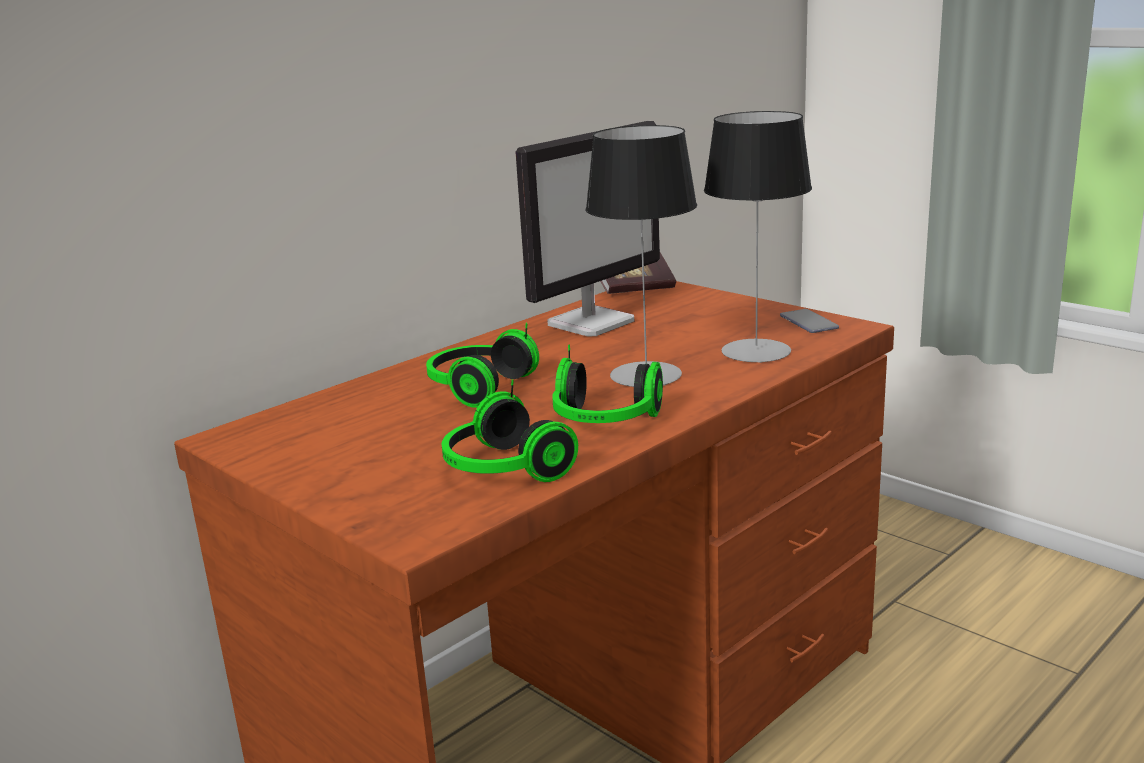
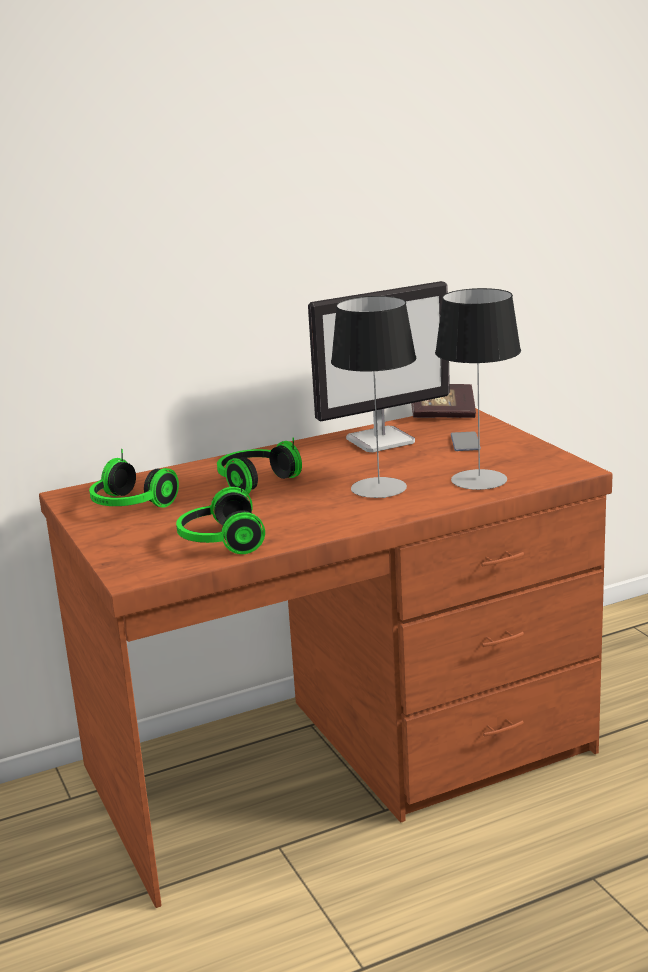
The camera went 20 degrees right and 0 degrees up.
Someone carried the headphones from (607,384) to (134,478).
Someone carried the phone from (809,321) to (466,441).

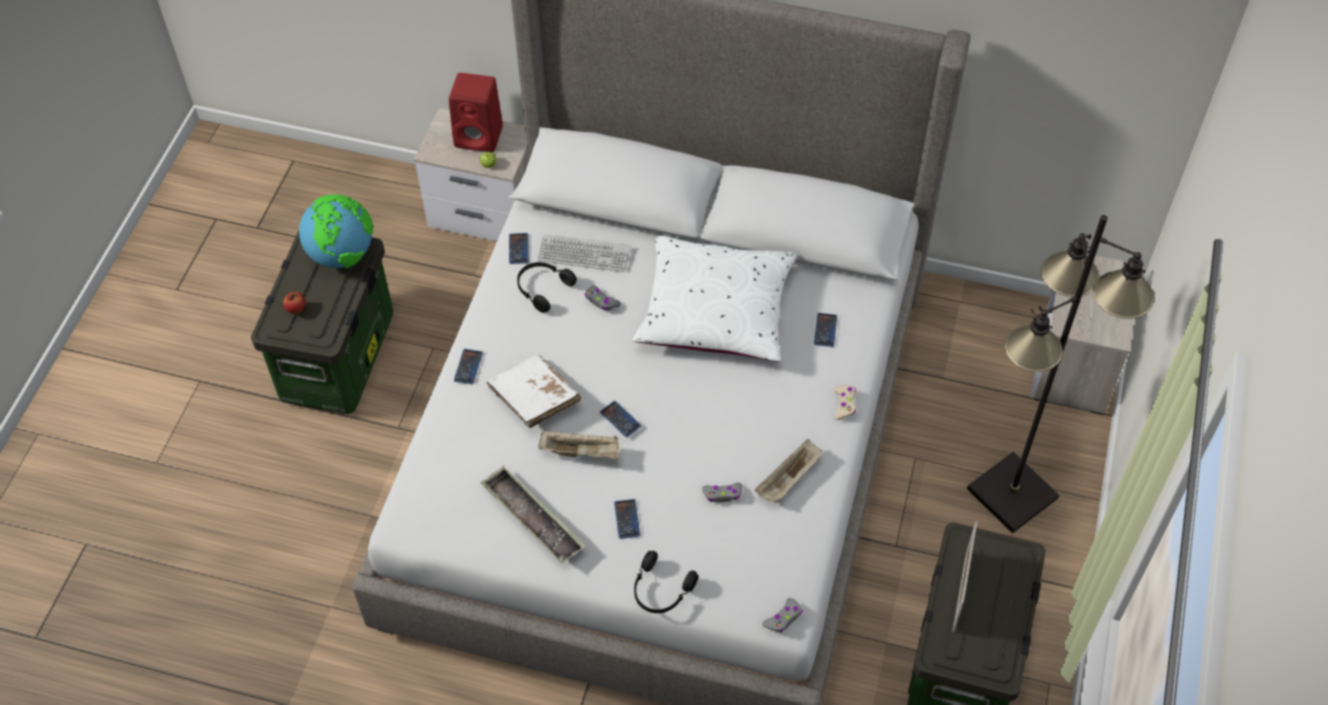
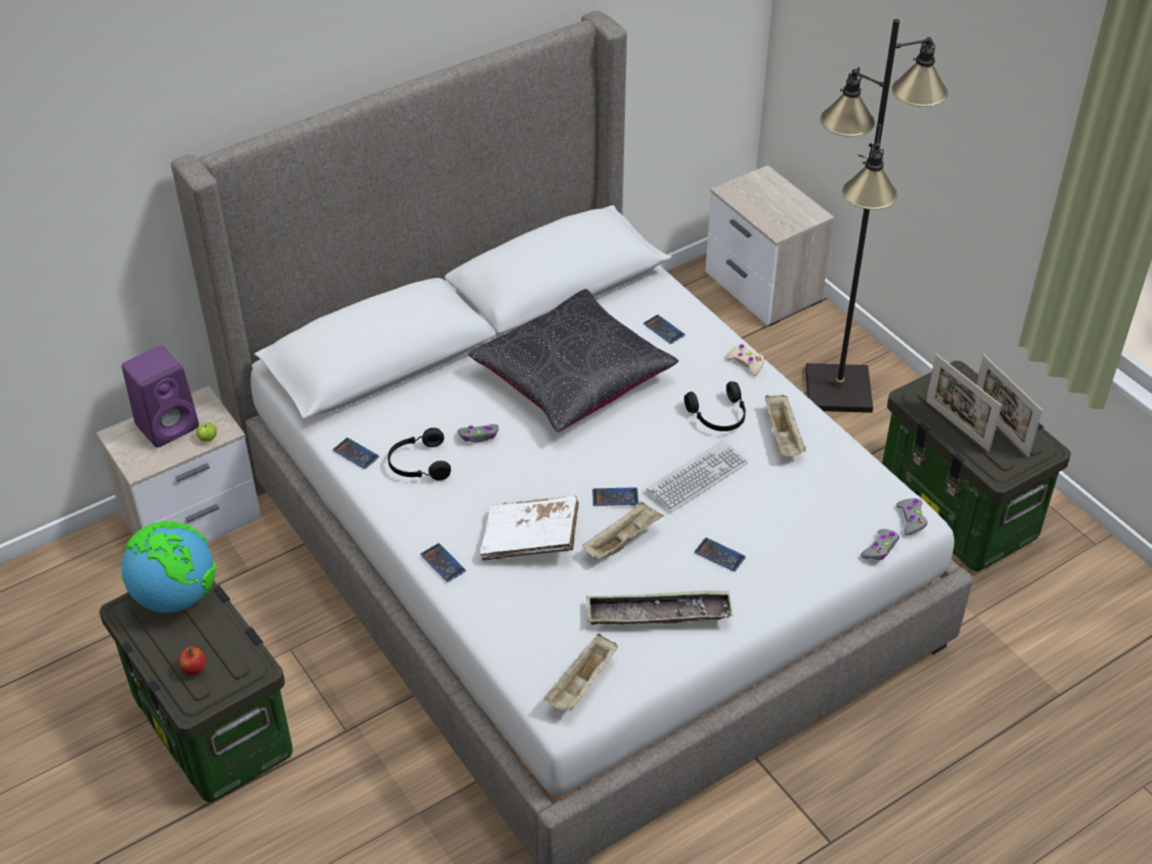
The camera went 50 degrees left and 10 degrees down.
Someone put down the beige tray at (581,672).
Someone put down the picture frame at (1009,406).
Someone carried the keyboard from (584,253) to (697,476).
Someone carried the black headphones from (666,582) to (715,406).
Someone carried the grey game controller from (722,492) to (880,544).
Someone repainted the red speaker at (476,112), which became the purple speaker at (160,397).
Someone repainted the white pillow at (714,298), which became the black pillow at (573,360).

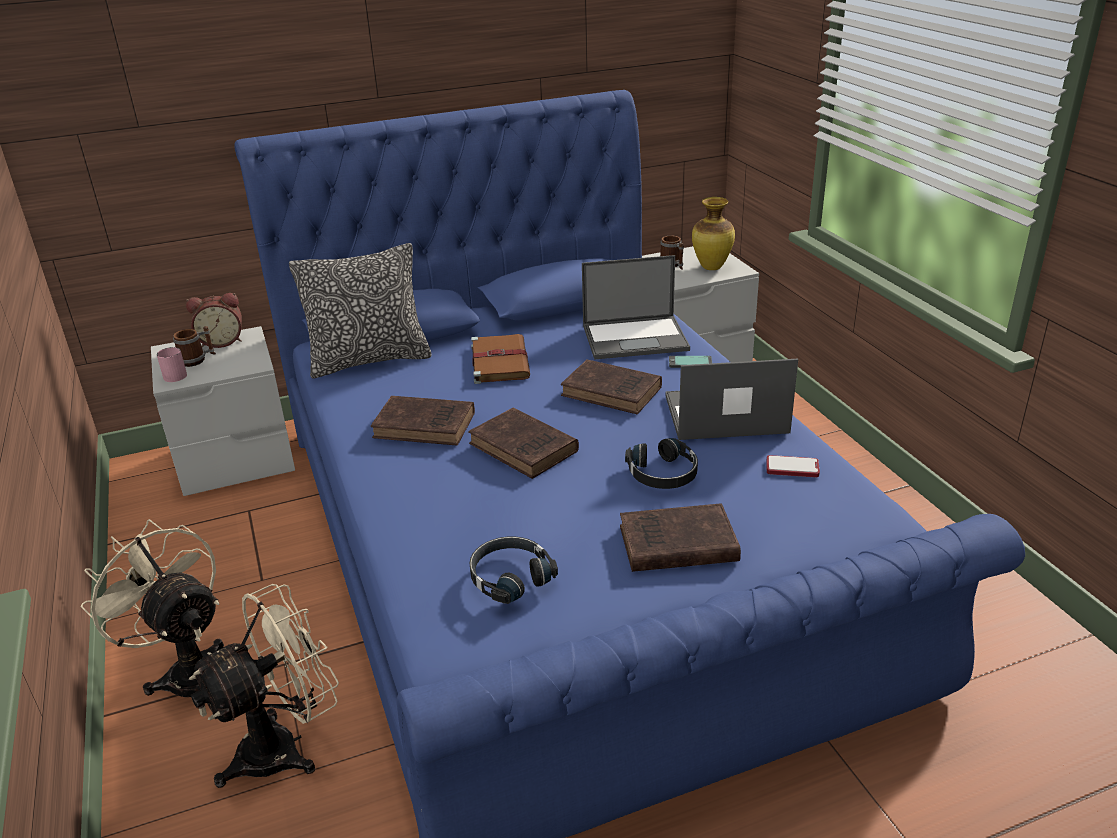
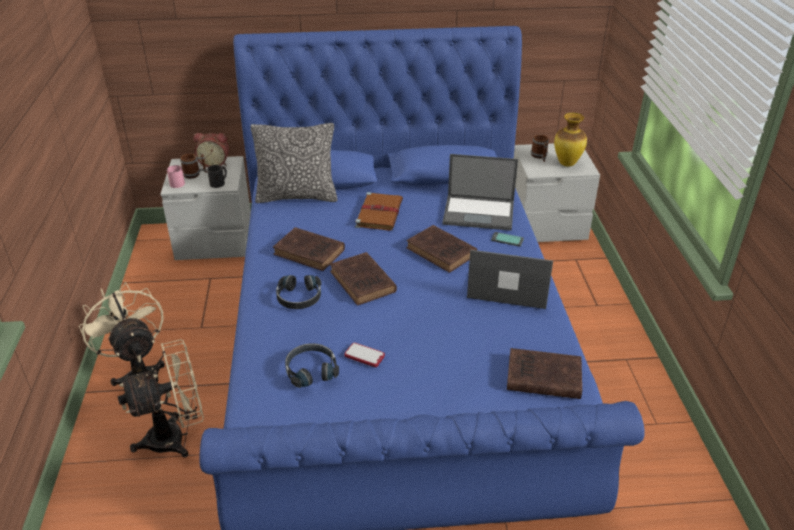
The camera went 15 degrees right and 5 degrees up.
Someone put down the black mug at (217,176).
Someone carried the brown book from (680,537) to (544,373).
Someone carried the black headphones from (661,463) to (299,292).
Someone carried the phone from (793,466) to (364,355).

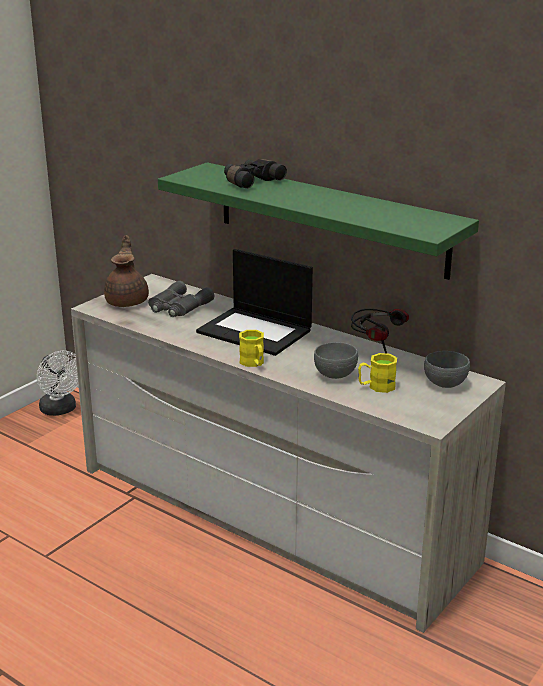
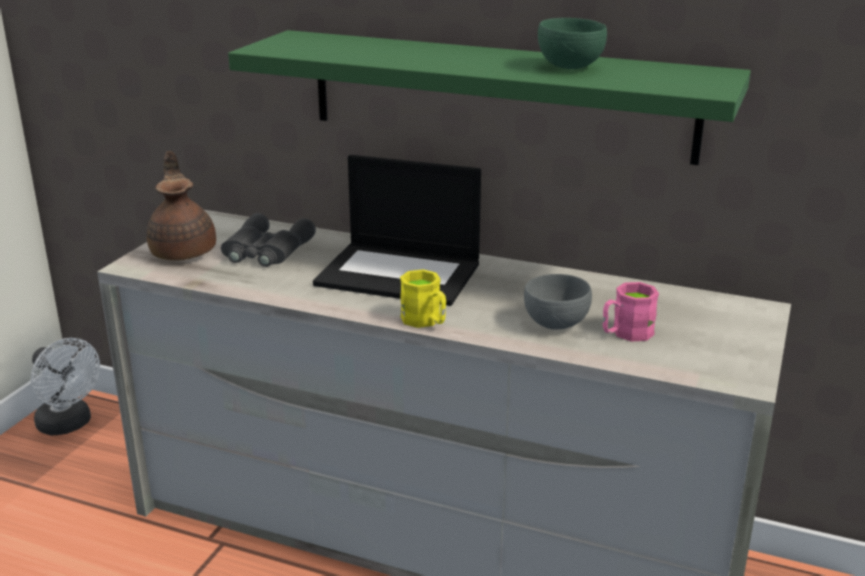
The camera went 15 degrees left and 0 degrees up.
Someone took away the black binoculars at (255,174).
Someone took away the headphones at (380,331).
Someone took away the grey bowl at (447,369).
Someone put down the green bowl at (572,43).
Someone repainted the yellow mug at (377,373), which became the pink mug at (631,312).

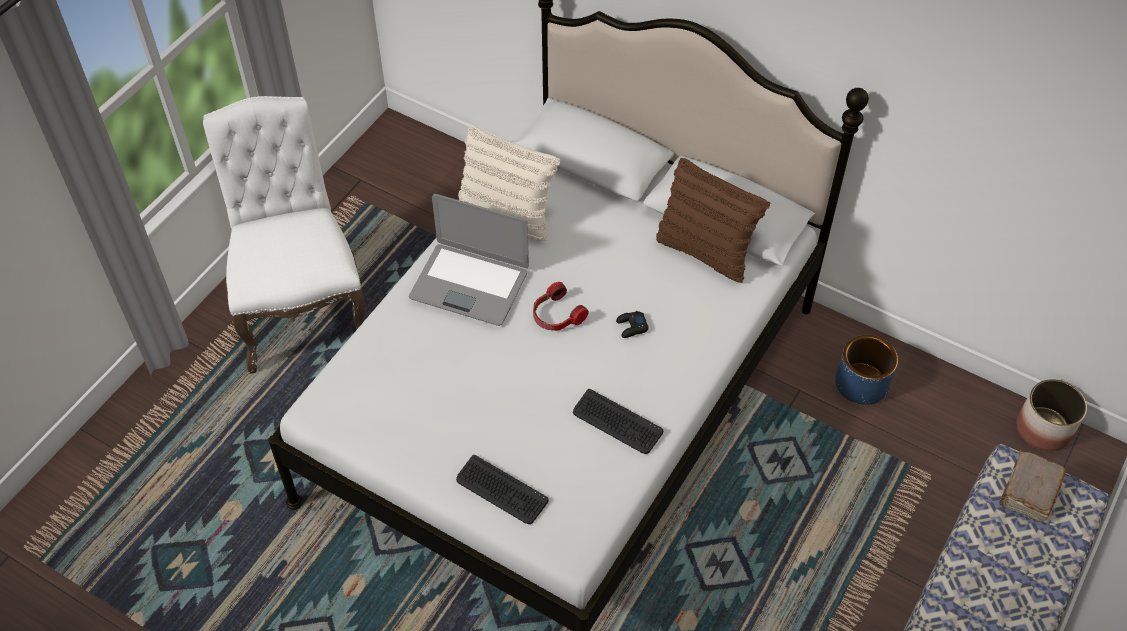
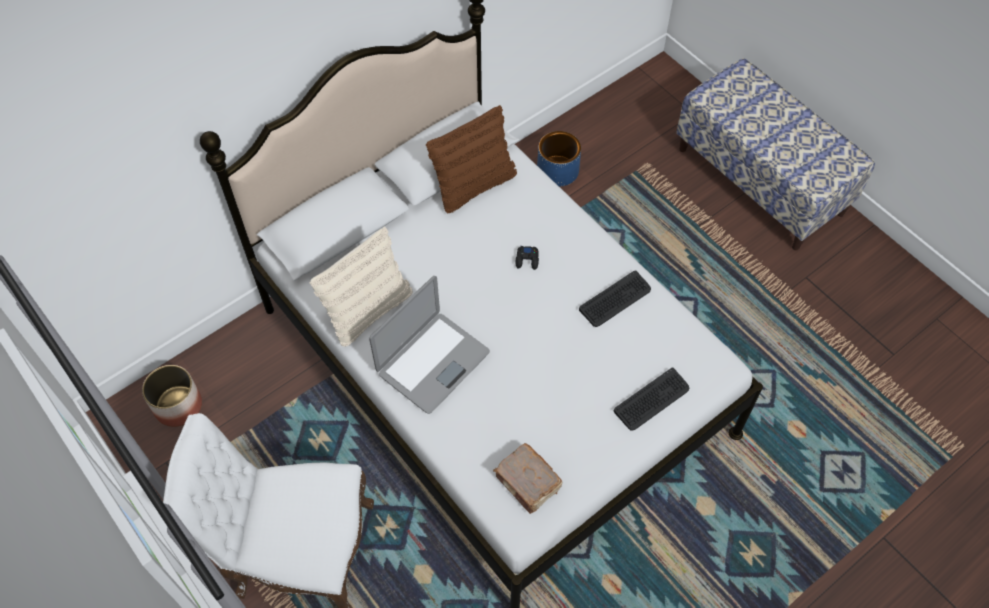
The camera went 70 degrees left and 5 degrees up.
Someone took away the headphones at (561,306).
Someone carried the brown book from (1032,486) to (527,478).
Someone carried the planter from (1052,415) to (172,396).

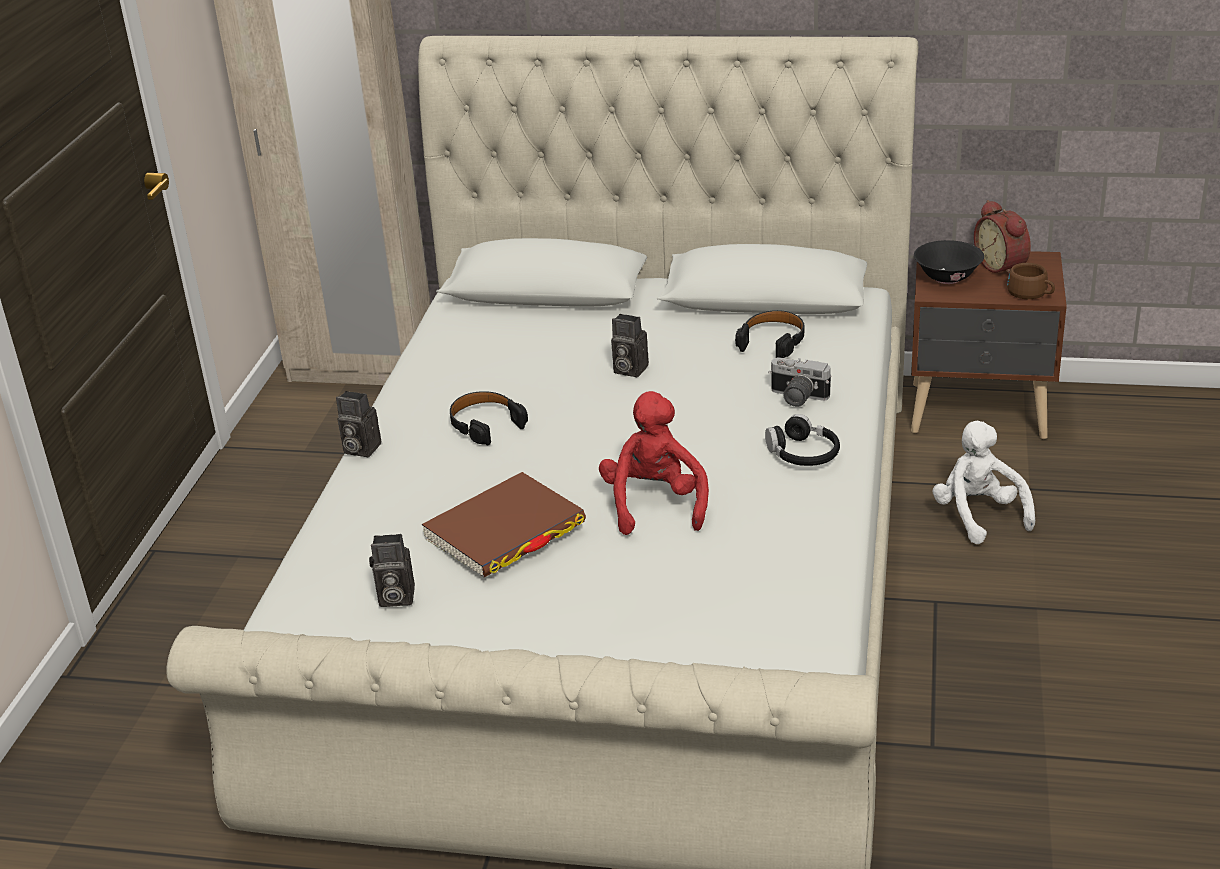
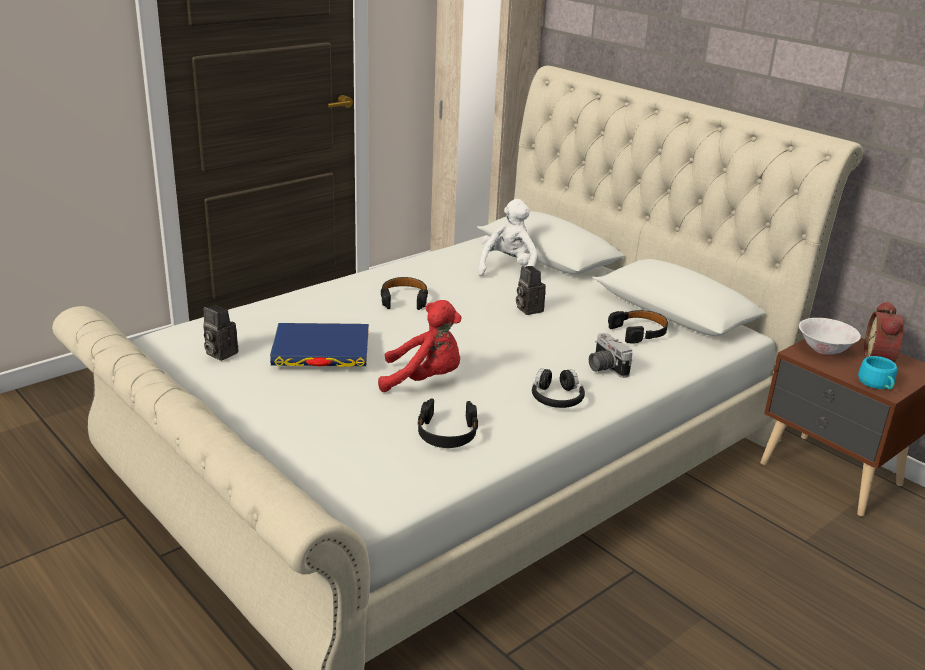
The camera went 35 degrees right and 5 degrees down.
Someone took away the photo camera at (358,424).
Someone put down the black headphones at (447,423).
Someone carried the white plush toy from (983,482) to (507,239).
Someone repainted the brown book at (504,524), which became the blue book at (319,345).
Someone repainted the black bowl at (949,262), which became the white bowl at (830,336).
Someone repainted the brown cup at (1031,281), which became the turquoise cup at (877,372).
Someone rotated the red plush toy at (654,463) by 60 degrees clockwise.

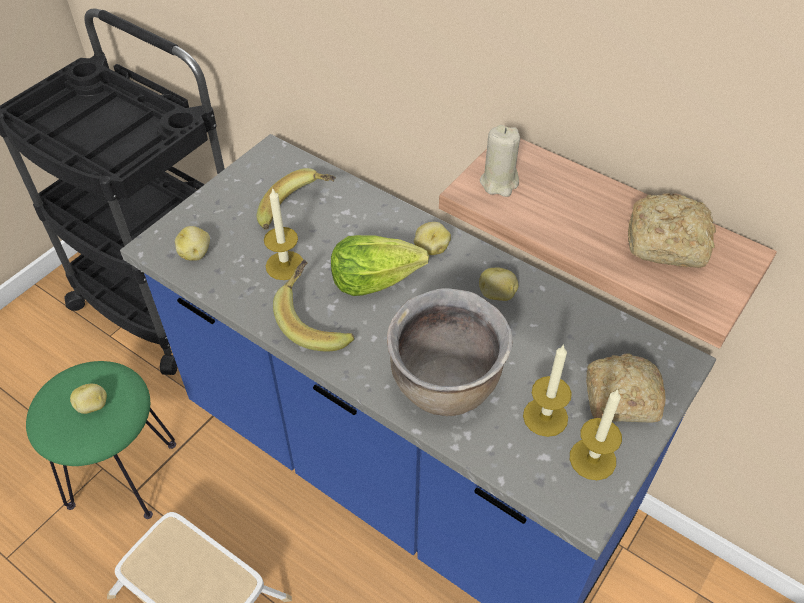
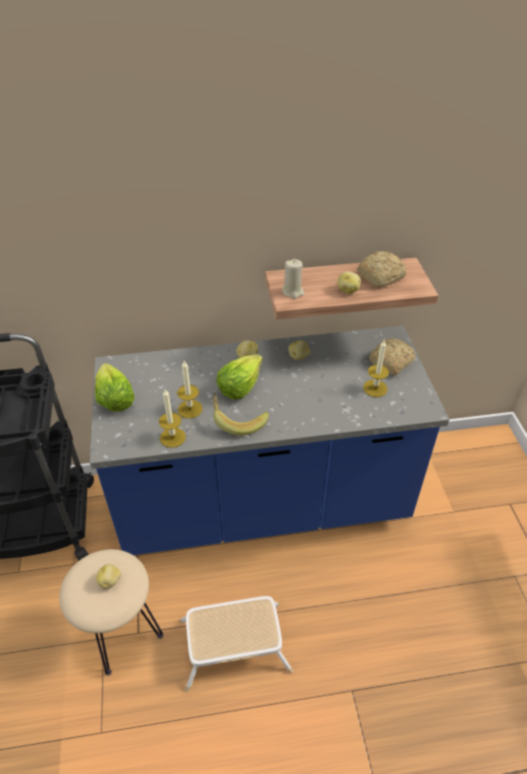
The camera went 45 degrees left and 5 degrees down.
Someone took away the banana at (296,199).
Someone took away the brown cooking pot at (450,352).
Someone put down the lettuce at (115,387).
Someone carried the potato from (192,243) to (349,282).
Someone carried the candle from (596,434) to (172,418).
Someone repainted the green stool at (101,440), which became the beige stool at (111,612).

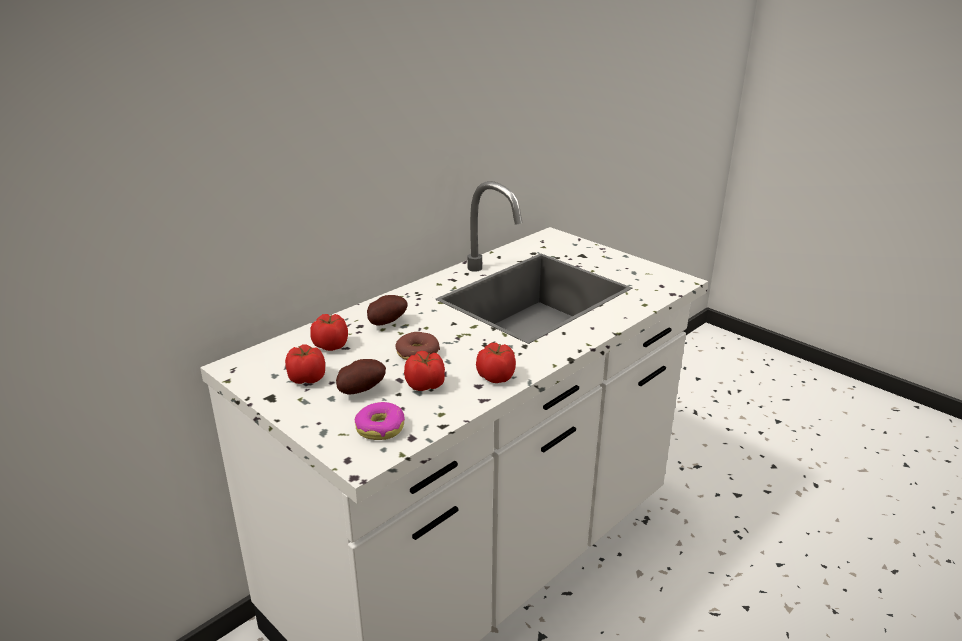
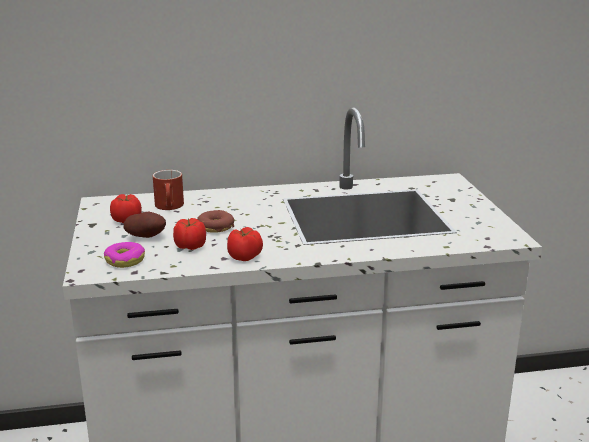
The camera went 35 degrees right and 5 degrees down.
Someone took away the potato at (387,310).
Someone swapped the tomato at (329,332) for the red mug at (168,190).

